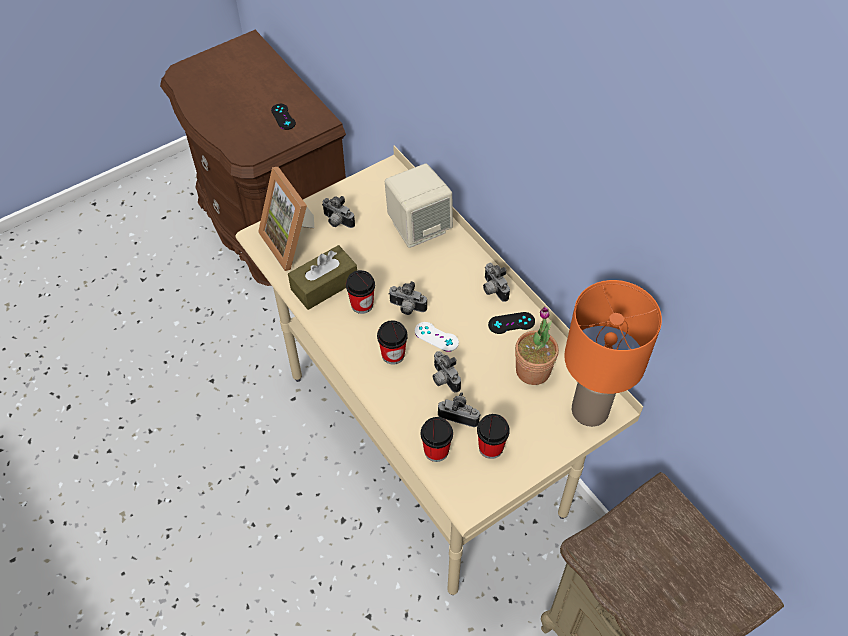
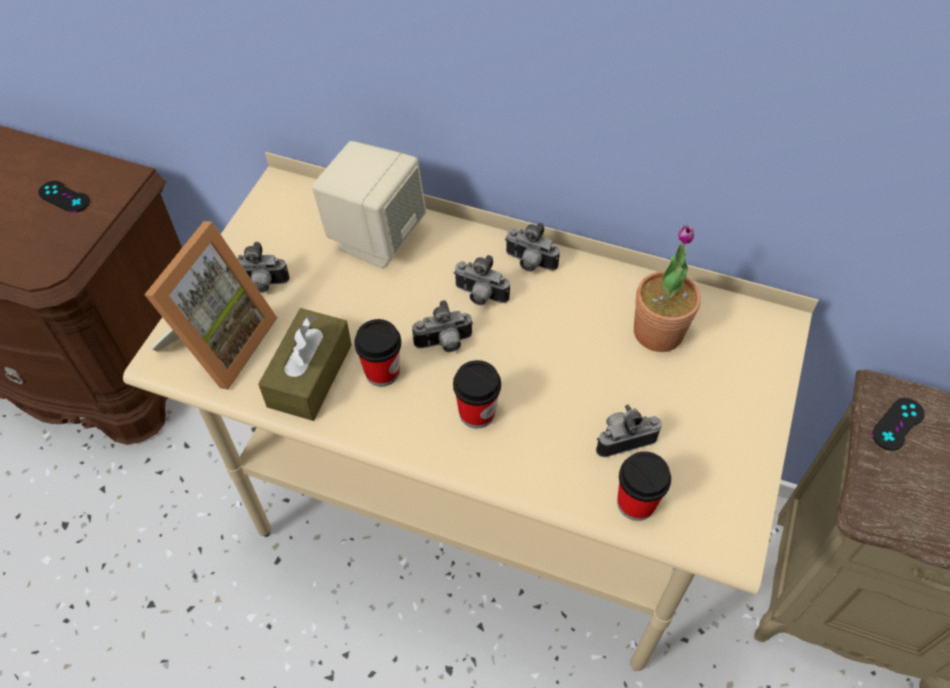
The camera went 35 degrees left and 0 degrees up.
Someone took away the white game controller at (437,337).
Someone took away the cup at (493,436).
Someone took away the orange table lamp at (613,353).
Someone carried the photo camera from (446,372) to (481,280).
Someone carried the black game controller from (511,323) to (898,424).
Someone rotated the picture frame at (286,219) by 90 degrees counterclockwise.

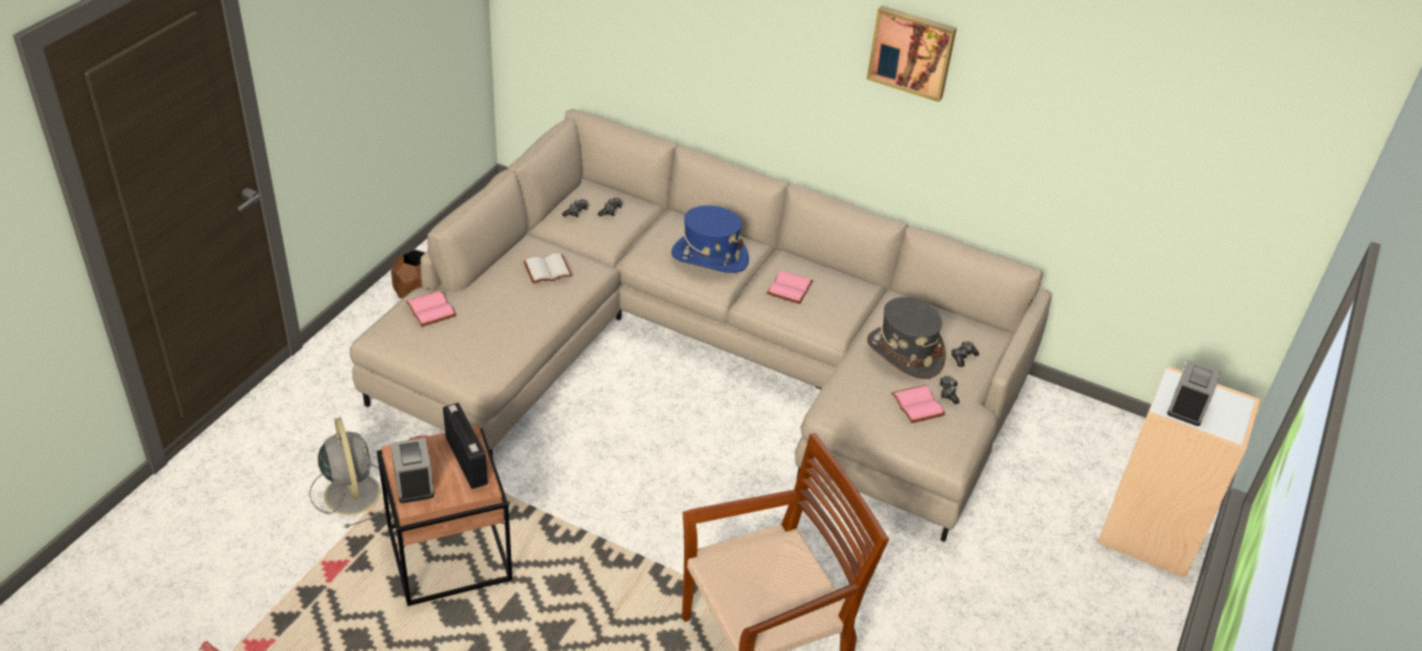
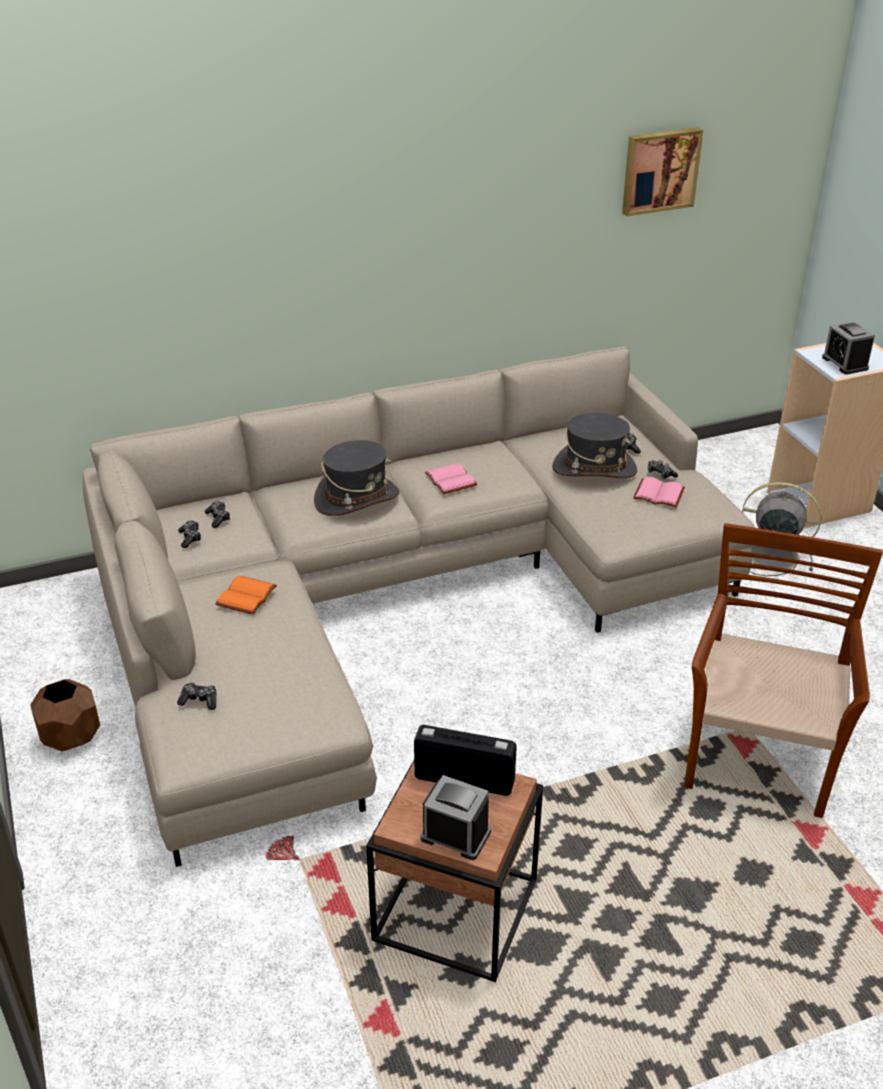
The camera went 45 degrees left and 5 degrees down.
Someone carried the grey fan from (349,472) to (781,529).
Someone carried the picture from (912,53) to (662,171).
Someone swapped the pink book at (431,309) for the game controller at (196,696).
Someone repainted the white book at (547,268), which became the orange book at (246,595).
Someone repainted the blue hat at (710,239), which became the grey hat at (356,478).

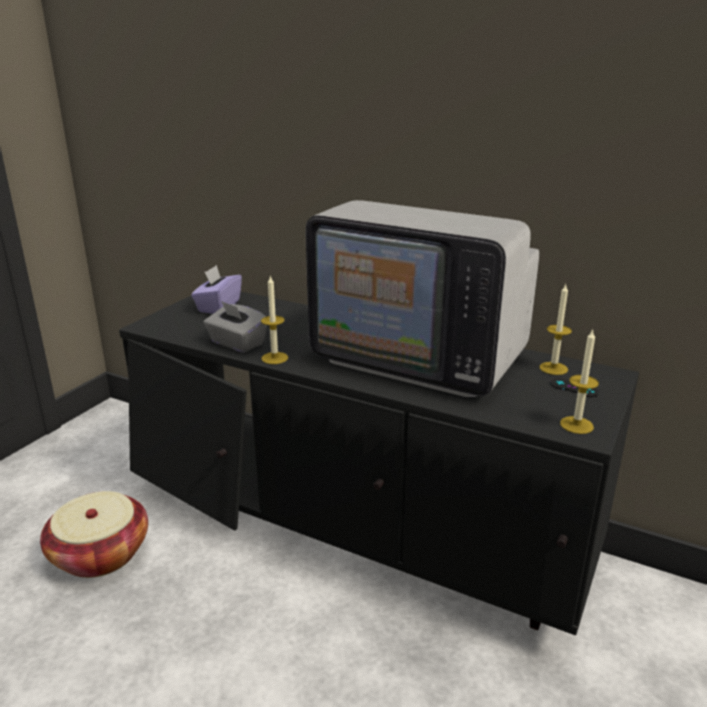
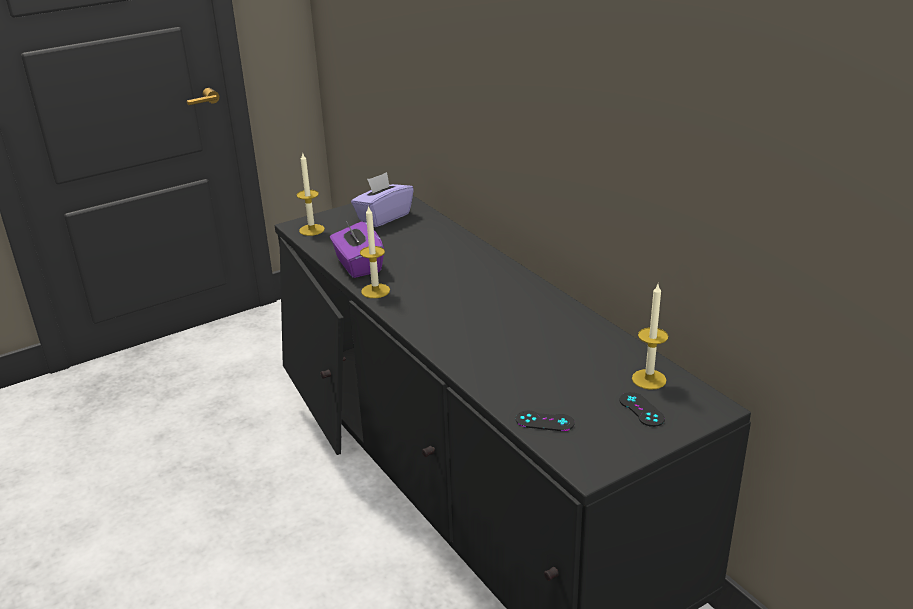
The camera went 30 degrees right and 5 degrees up.
Someone took away the basket at (94,534).
Someone took away the television at (422,298).
Someone put down the black game controller at (545,421).
Someone carried the candle from (579,381) to (311,194).
Someone repainted the grey tissue box at (235,327), which became the purple tissue box at (357,249).

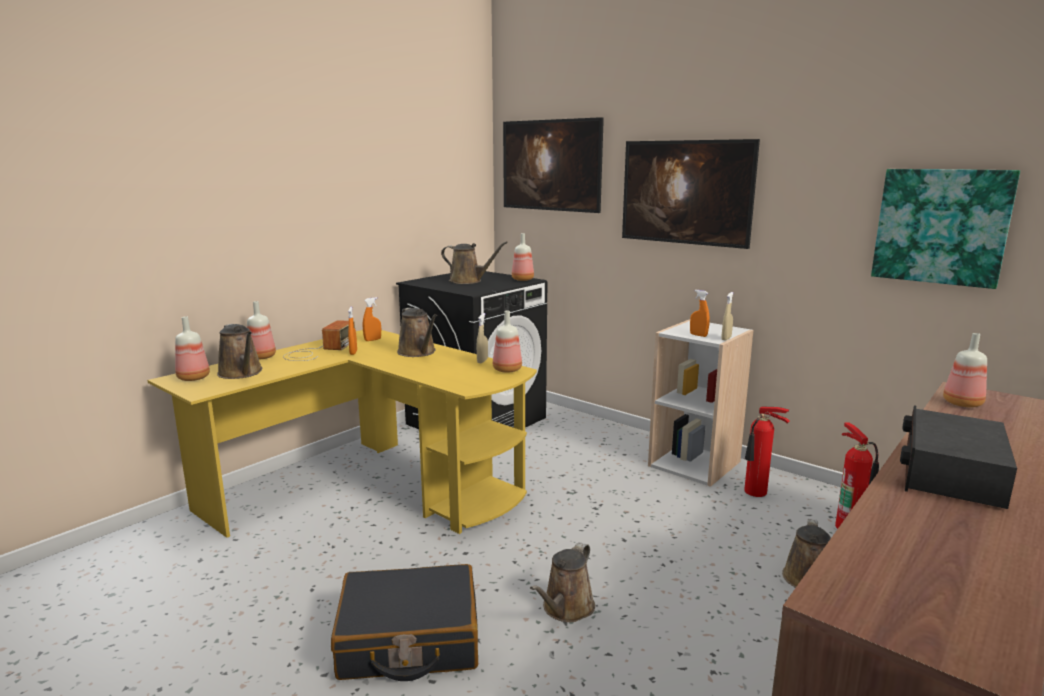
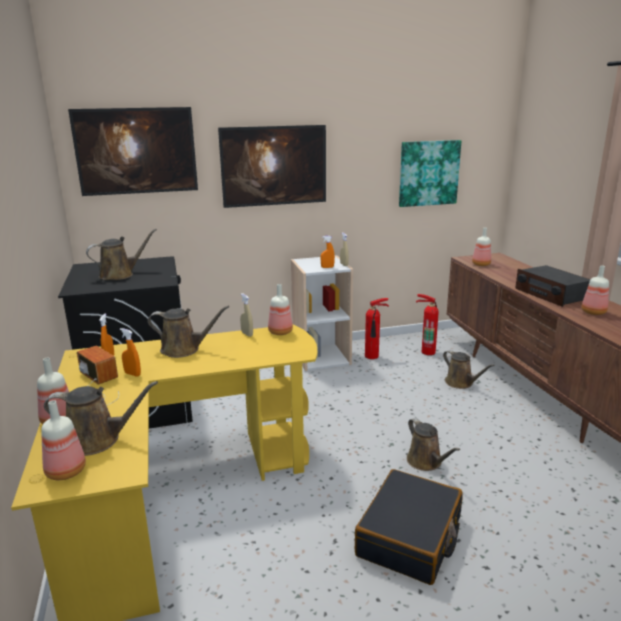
The camera went 55 degrees left and 5 degrees up.
Someone carried the bottle from (523,257) to (595,290).

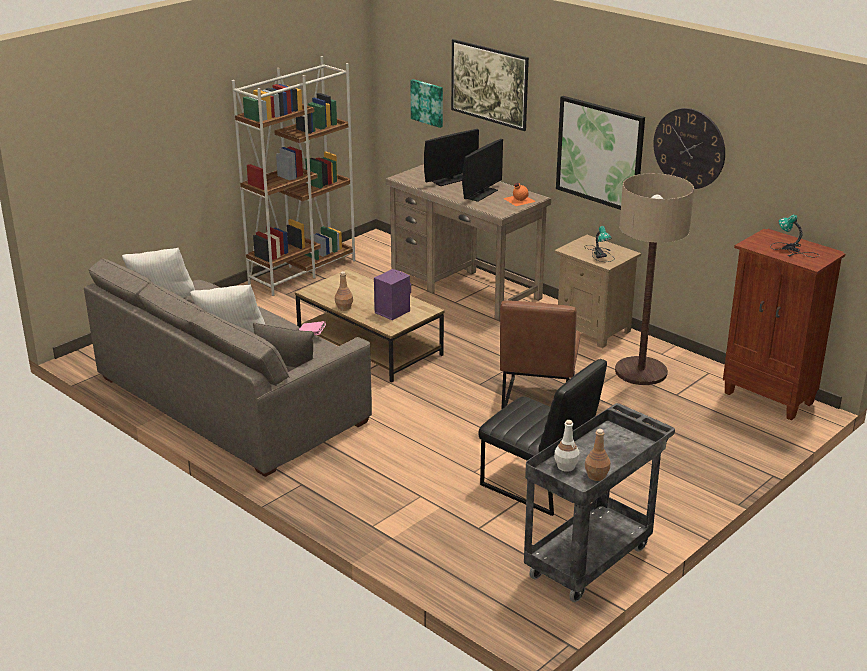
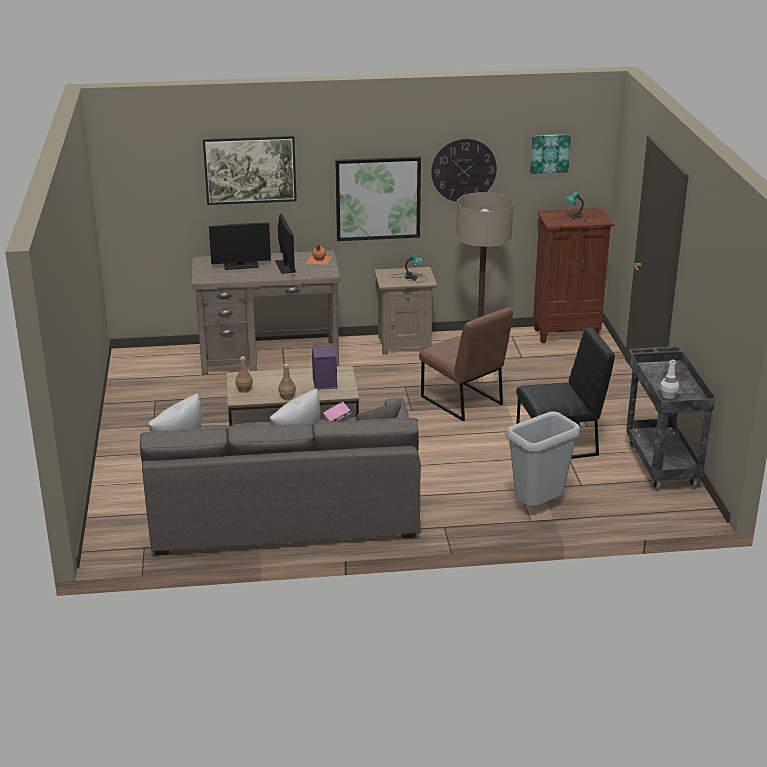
The camera went 50 degrees left and 0 degrees up.
Someone took away the brown bookcase at (293,176).
Someone put down the grey trash can at (543,458).
Someone carried the picture from (426,103) to (550,154).
Someone carried the brown bottle from (597,455) to (244,374).
Someone rotated the monitor at (451,157) by 75 degrees clockwise.

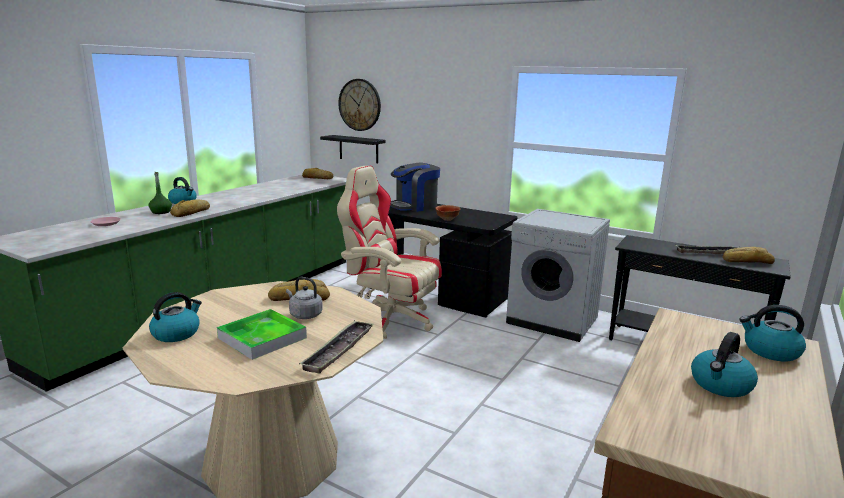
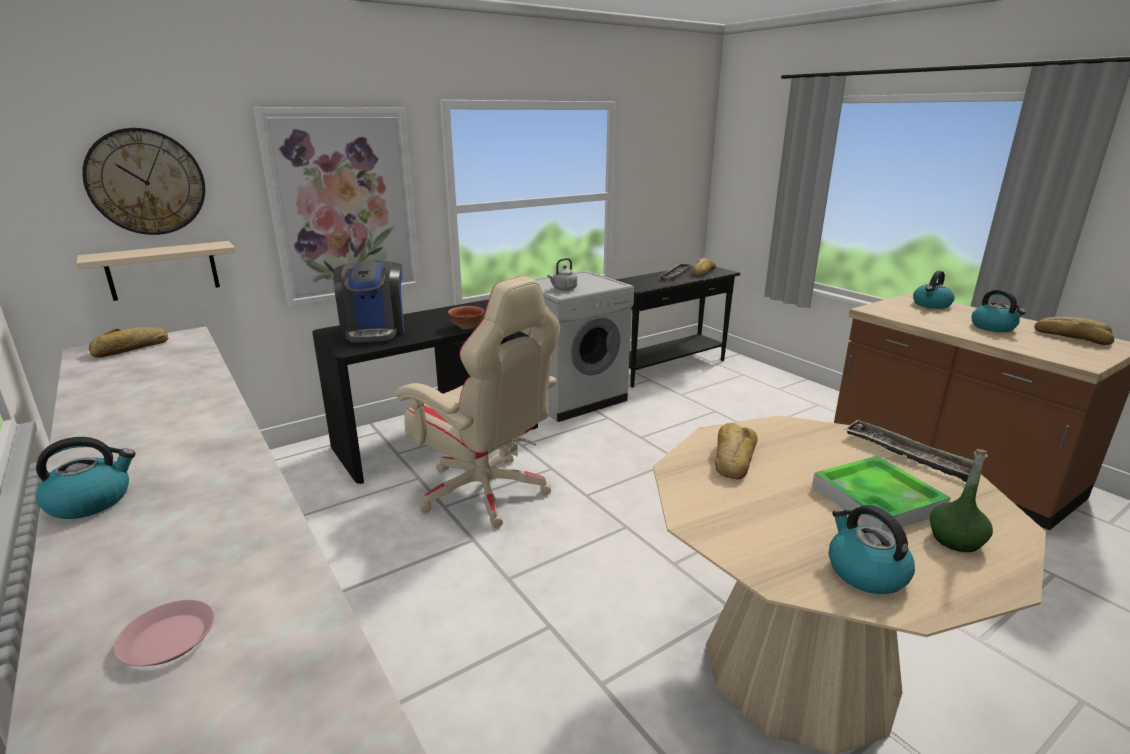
The camera went 65 degrees left and 5 degrees up.
Someone put up the picture at (337,207).
Someone carried the green bottle from (160,193) to (961,500).
Someone carried the bread from (190,208) to (1074,331).
Someone carried the grey kettle from (304,298) to (562,274).
Someone repainted the black shelf at (353,149), which became the beige shelf at (156,271).
Someone rotated the beige office chair at (389,252) by 105 degrees counterclockwise.

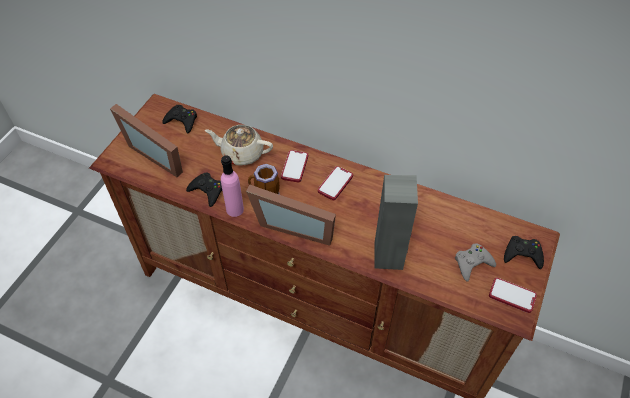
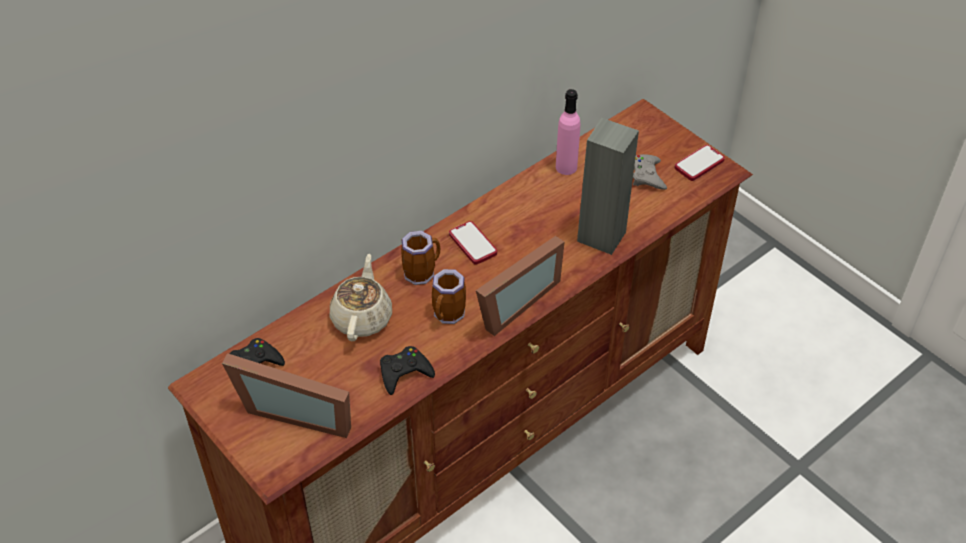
The camera went 65 degrees left and 5 degrees down.
Someone took away the black game controller at (524,252).
Someone carried the pink bottle from (232,186) to (568,132).
Someone swapped the phone at (294,166) for the mug at (420,258).
Someone rotated the picture frame at (146,140) by 45 degrees clockwise.
Someone rotated the beige teapot at (239,145) by 150 degrees clockwise.

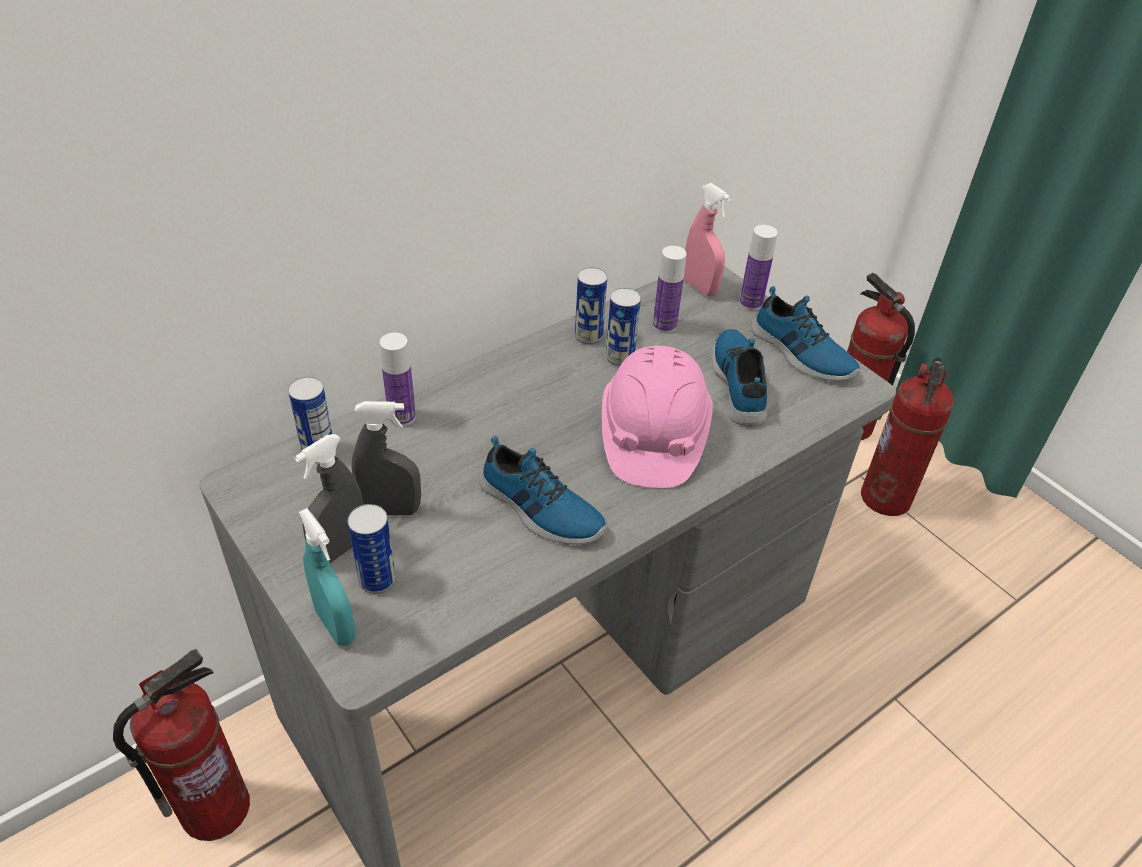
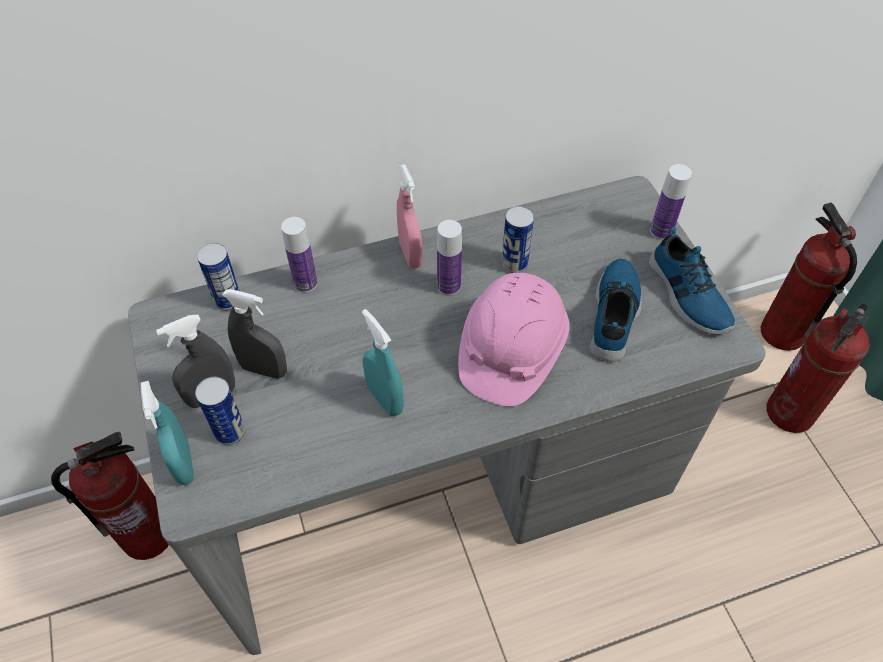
The camera went 20 degrees right and 10 degrees up.
Someone took away the can at (591,306).
Someone carried the bottle from (670,289) to (449,258).
Someone carried the pink spray bottle from (707,240) to (409,216).
Someone swapped the shoe at (543,490) for the turquoise spray bottle at (383,362).

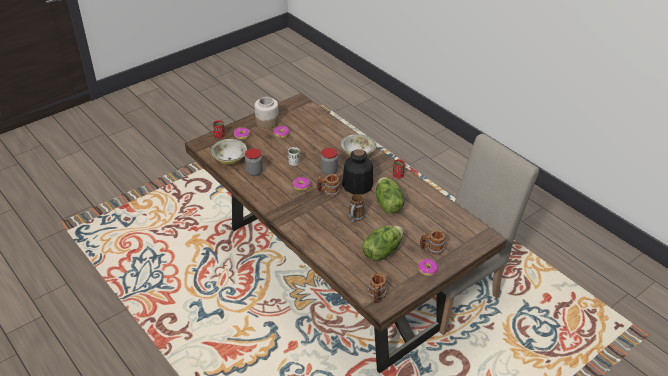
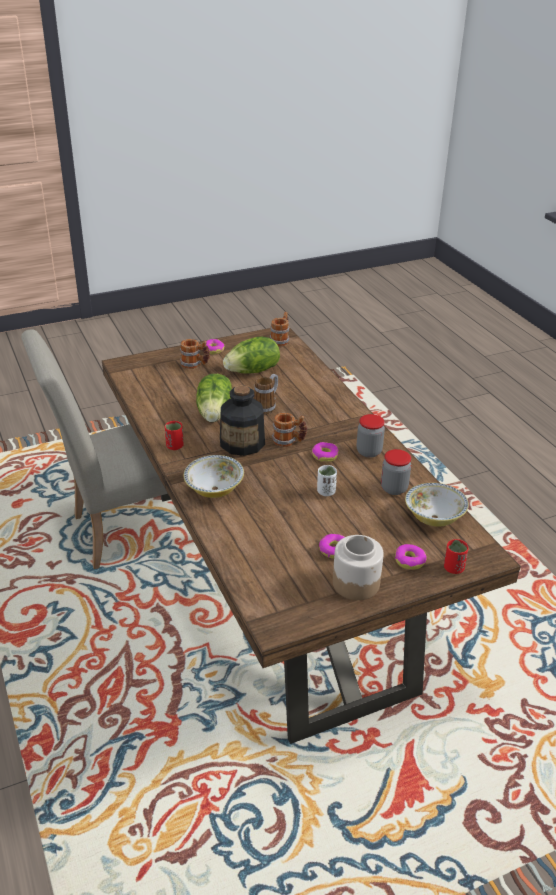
The camera went 165 degrees left and 5 degrees down.
Someone carried the jar from (329,161) to (370,436).

